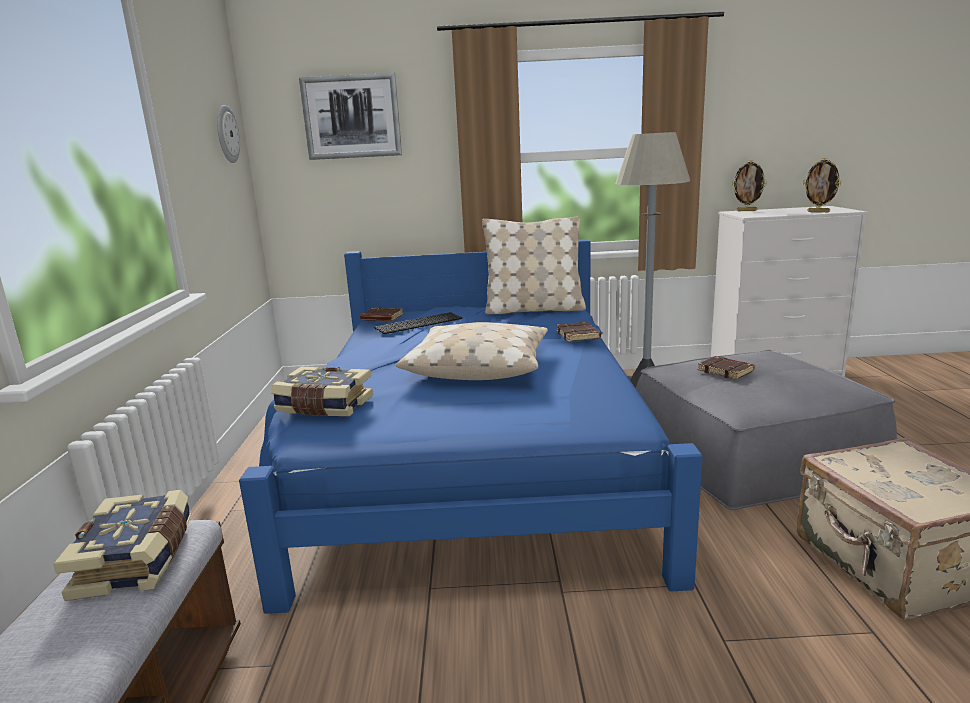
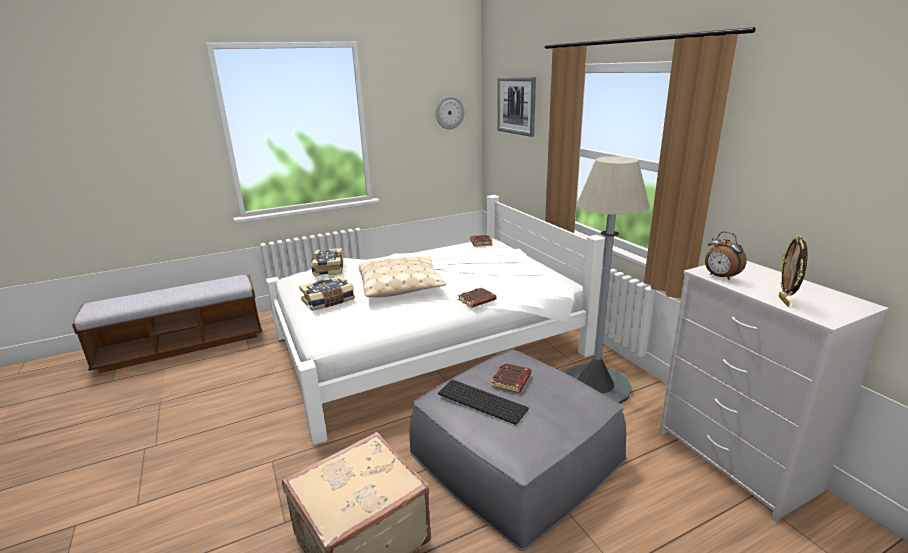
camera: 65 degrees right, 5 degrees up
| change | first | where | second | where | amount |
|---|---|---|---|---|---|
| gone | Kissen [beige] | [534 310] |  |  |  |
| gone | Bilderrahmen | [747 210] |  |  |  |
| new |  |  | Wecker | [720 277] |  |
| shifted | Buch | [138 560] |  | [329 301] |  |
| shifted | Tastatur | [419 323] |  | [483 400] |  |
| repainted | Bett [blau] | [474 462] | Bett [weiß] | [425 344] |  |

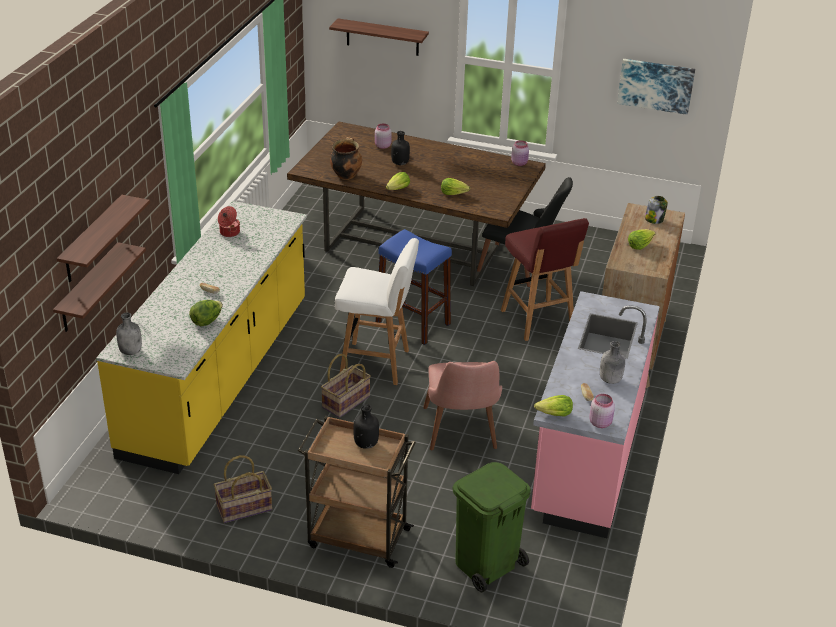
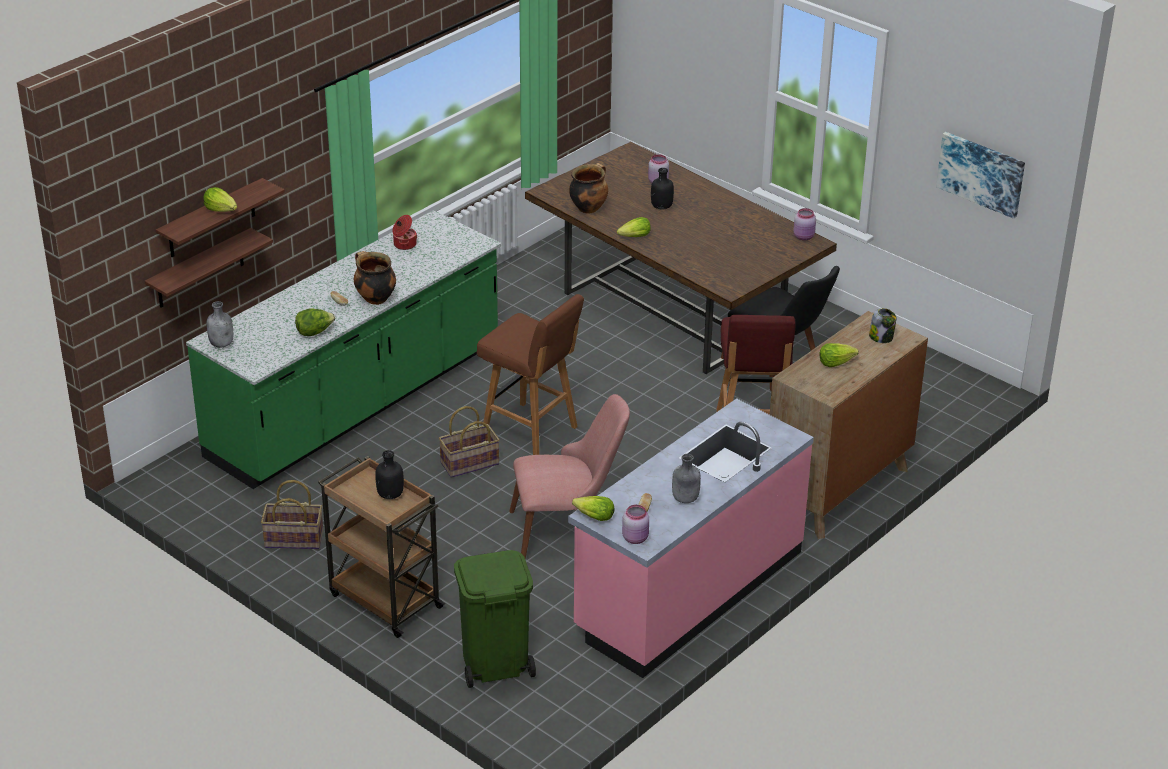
camera: 25 degrees right, 0 degrees up
| change | first | where | second | where | amount |
|---|---|---|---|---|---|
| gone | Wandregal | [382 37] |  |  |  |
| gone | Hocker [blau] | [413 323] |  |  |  |
| new |  |  | Kochtopf | [374 298] |  |
| shifted | Salatkopf | [453 193] |  | [221 210] |  |
| repainted | Küchenzeile [gelb] | [219 377] | Küchenzeile [grün] | [356 403] |  |
| repainted | Hocker [weiß] | [376 364] | Hocker [braun] | [531 432] |  |
| rotated | Stuhl [rosa] | [462 435] |  | [568 531] | 120 degrees counterclockwise |

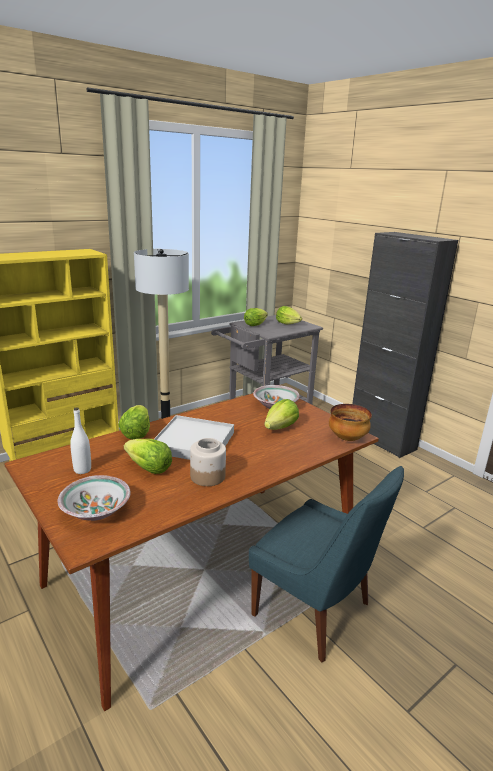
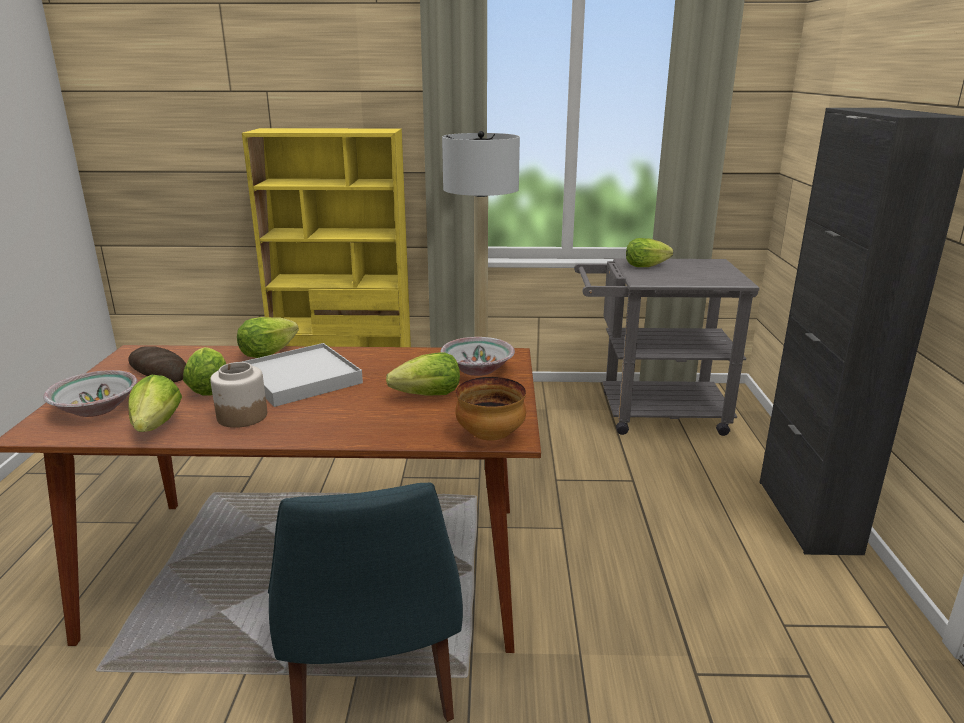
camera: 40 degrees right, 0 degrees up
| change | first | where | second | where | amount |
|---|---|---|---|---|---|
| shifted | Salatkopf | [287 324] |  | [157 426] |  |
| swapped | Flasche [weiß] | [82 470] | Brot | [159 370] |  |

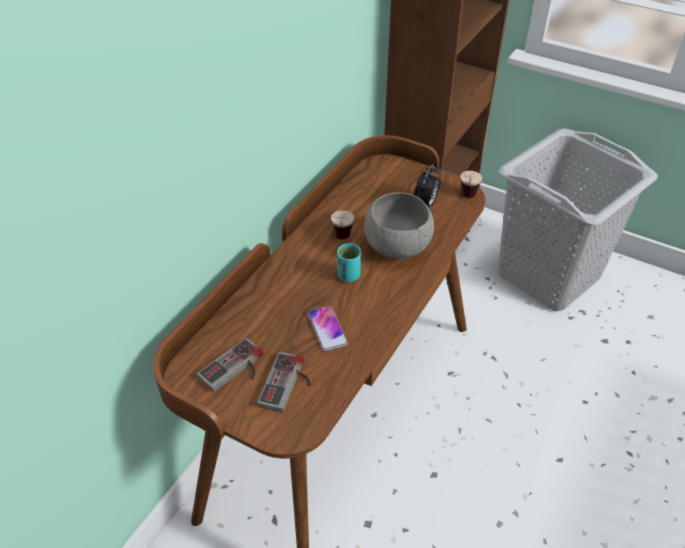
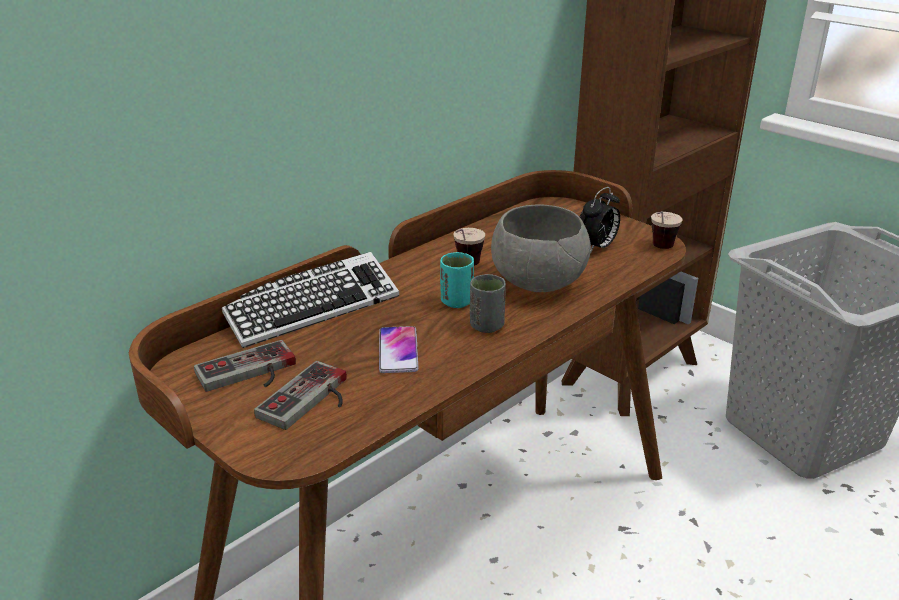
camera: 15 degrees right, 15 degrees down
| change | first | where | second | where | amount |
|---|---|---|---|---|---|
| new |  |  | Tastatur | [311 308] |  |
| new |  |  | Tasse [grau] | [486 326] |  |

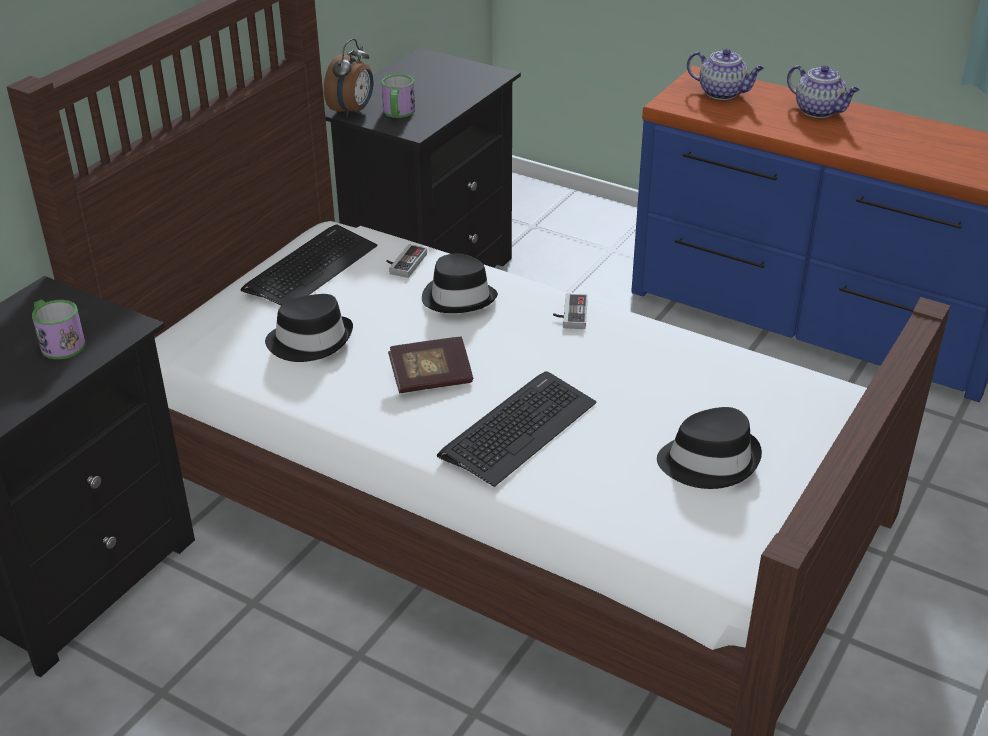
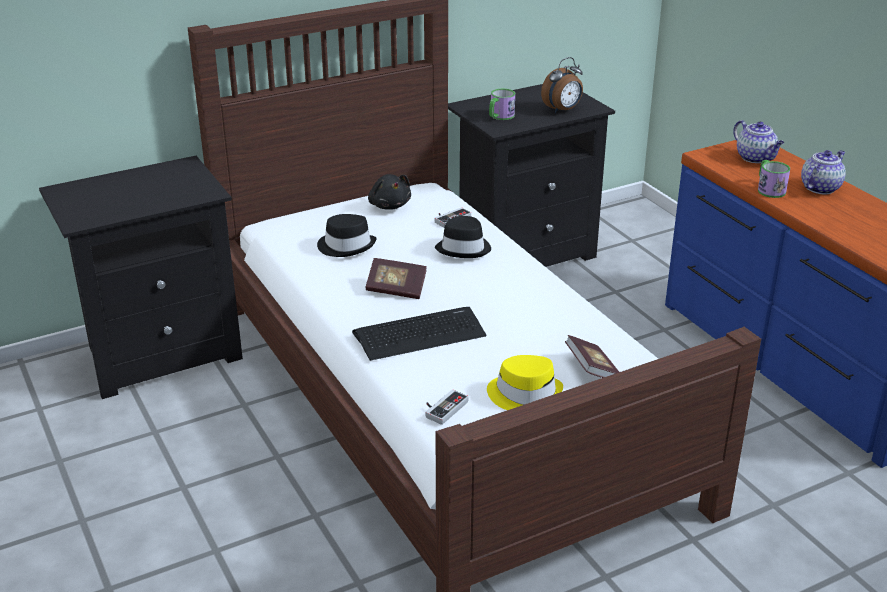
camera: 30 degrees right, 5 degrees down
| change | first | where | second | where | amount |
|---|---|---|---|---|---|
| new |  |  | Buch | [591 370] |  |
| shifted | Henkelbecher | [59 343] |  | [769 189] |  |
| shifted | Wecker | [353 111] |  | [562 110] |  |
| shifted | Gamepad | [570 314] |  | [443 408] |  |
| swapped | Tastatur | [311 268] | Plüschtier [schwarz] | [389 205] |  |
| repainted | Hut [schwarz] | [709 460] | Hut [gelb] | [525 394] |  |
| rotated | Teekanne | [819 111] |  | [820 188] | 120 degrees counterclockwise |

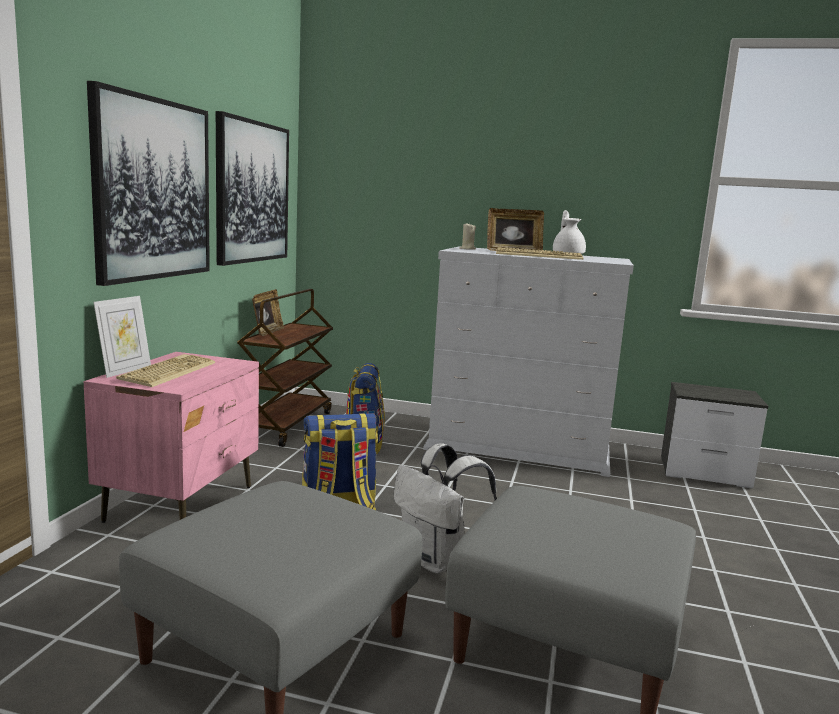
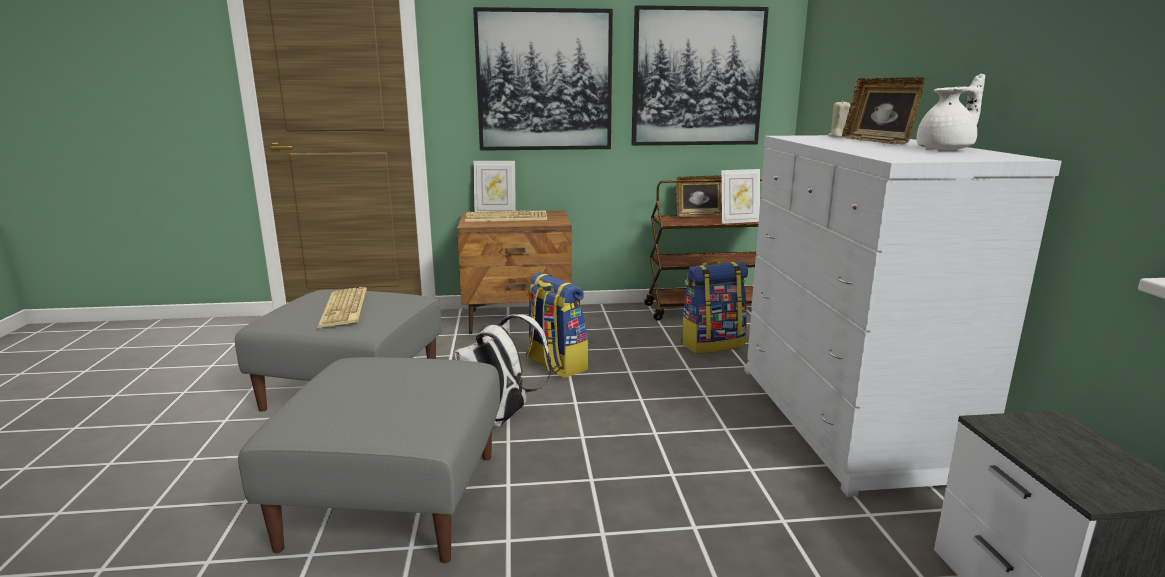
camera: 70 degrees right, 5 degrees up
| change | first | where | second | where | amount |
|---|---|---|---|---|---|
| new |  |  | Bilderrahmen | [739 221] |  |
| shifted | Tastatur | [539 255] |  | [346 308] |  |
| repainted | Nachttisch [rosa] | [182 503] | Nachttisch [braun] | [518 320] |  |

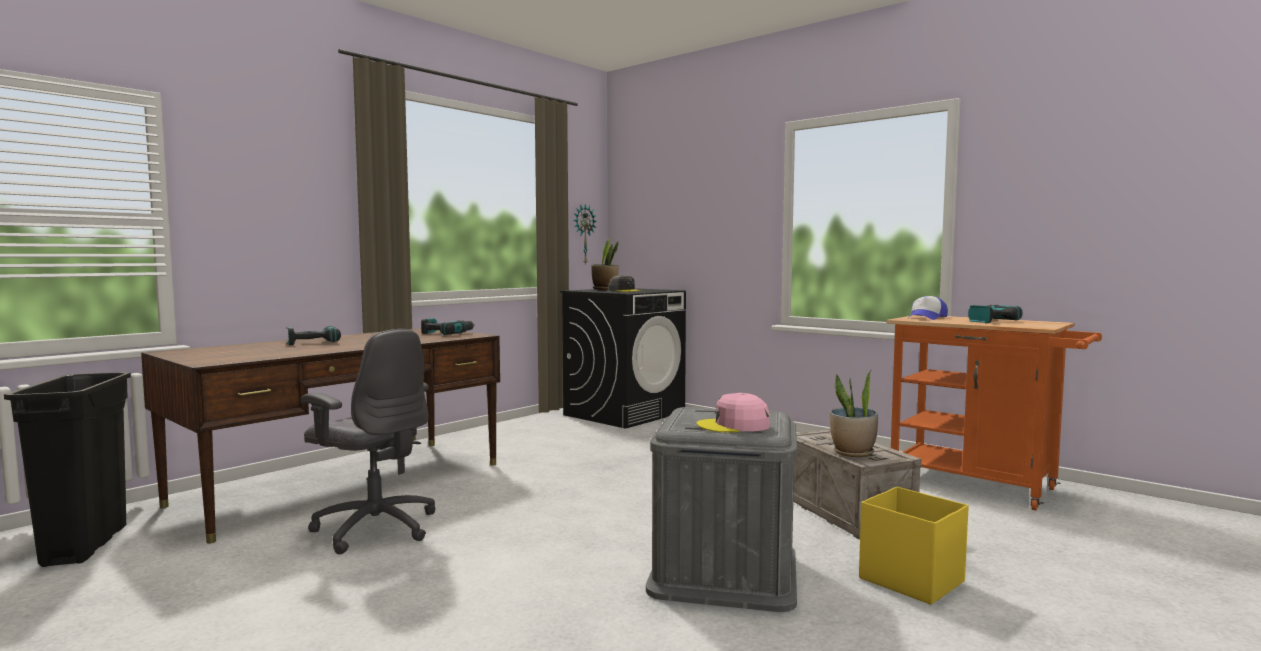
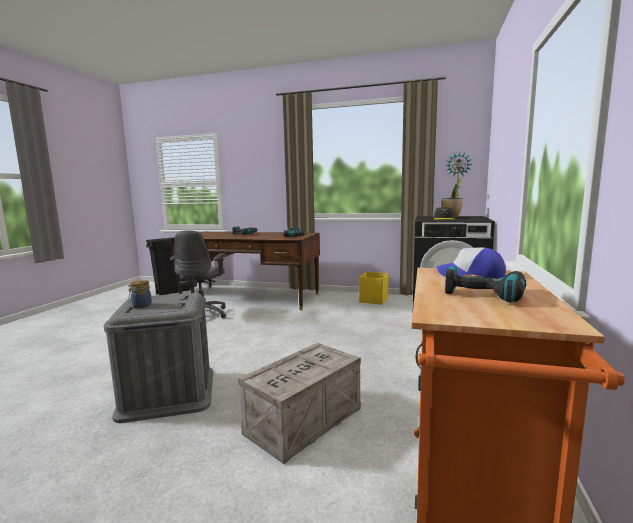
camera: 65 degrees right, 5 degrees up
| change | first | where | second | where | amount |
|---|---|---|---|---|---|
| gone | Topfpflanze | [853 453] |  |  |  |
| shifted | Aufbewahrungsbox [gelb] | [910 579] |  | [374 300] |  |
| swapped | Kappe [rosa] | [734 425] | Vorratsglas | [141 305] |  |

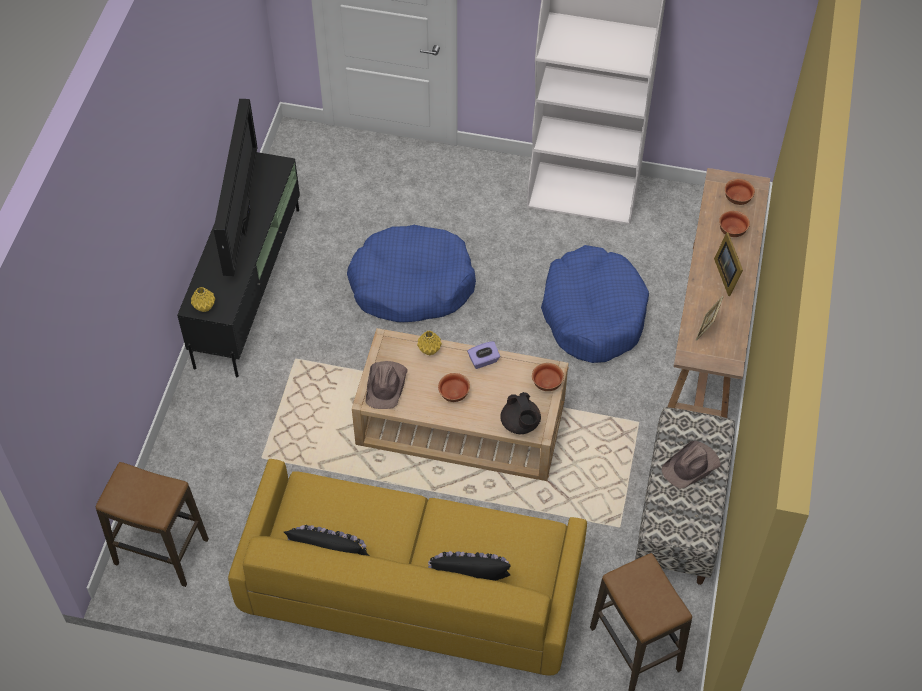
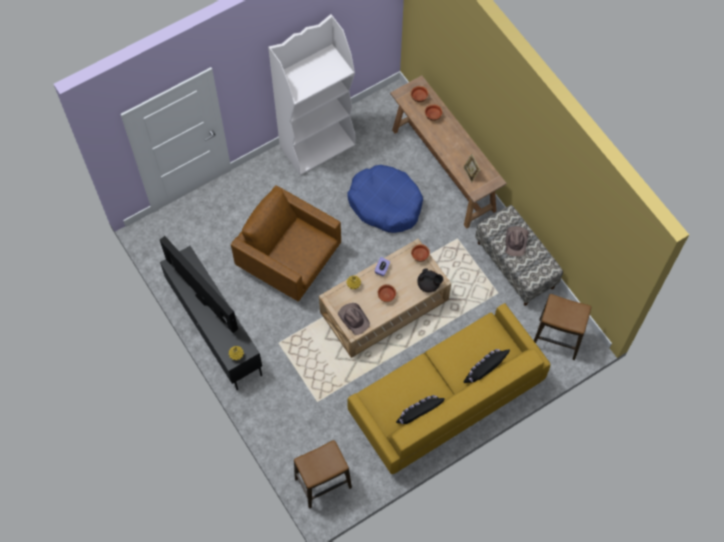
camera: 45 degrees left, 10 degrees up
| change | first | where | second | where | amount |
|---|---|---|---|---|---|
| gone | Bilderrahmen | [727 275] |  |  |  |
| swapped | Hundebett [blau] | [411 284] | Sessel [braun] | [290 260] |  |

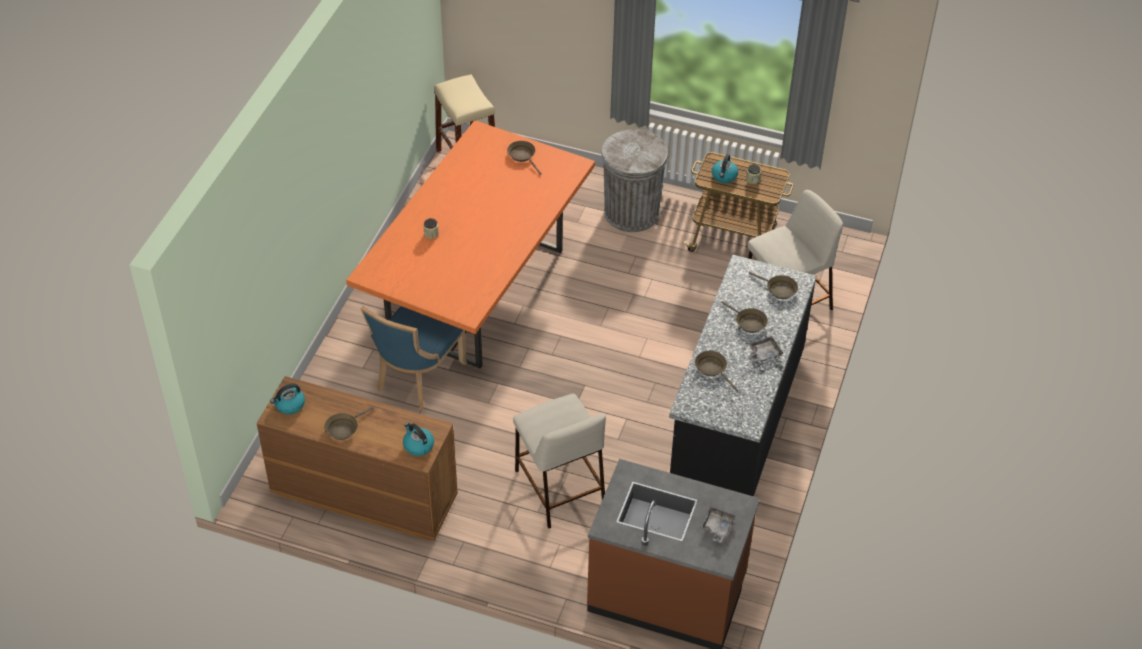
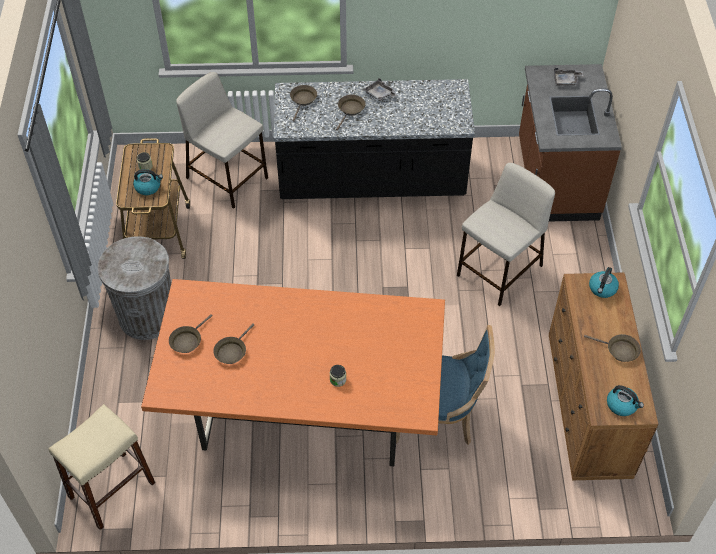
camera: 110 degrees left, 5 degrees up
| change | first | where | second | where | amount |
|---|---|---|---|---|---|
| shifted | Pfanne [braun] | [712 369] |  | [232 351] |  |

